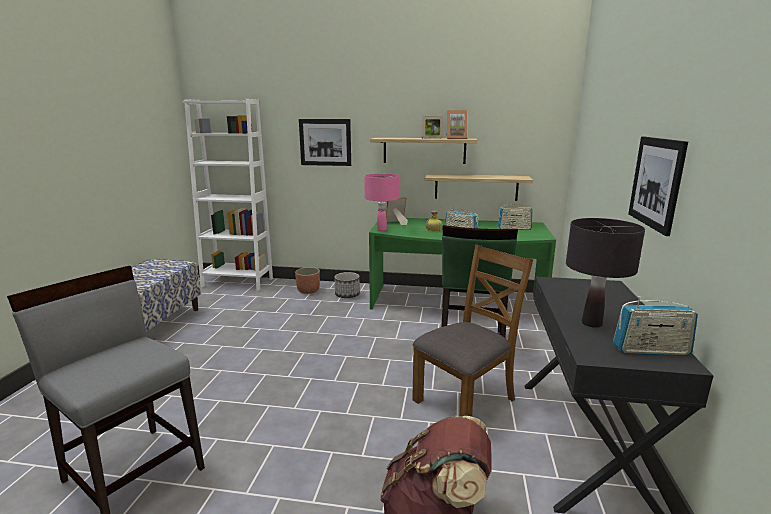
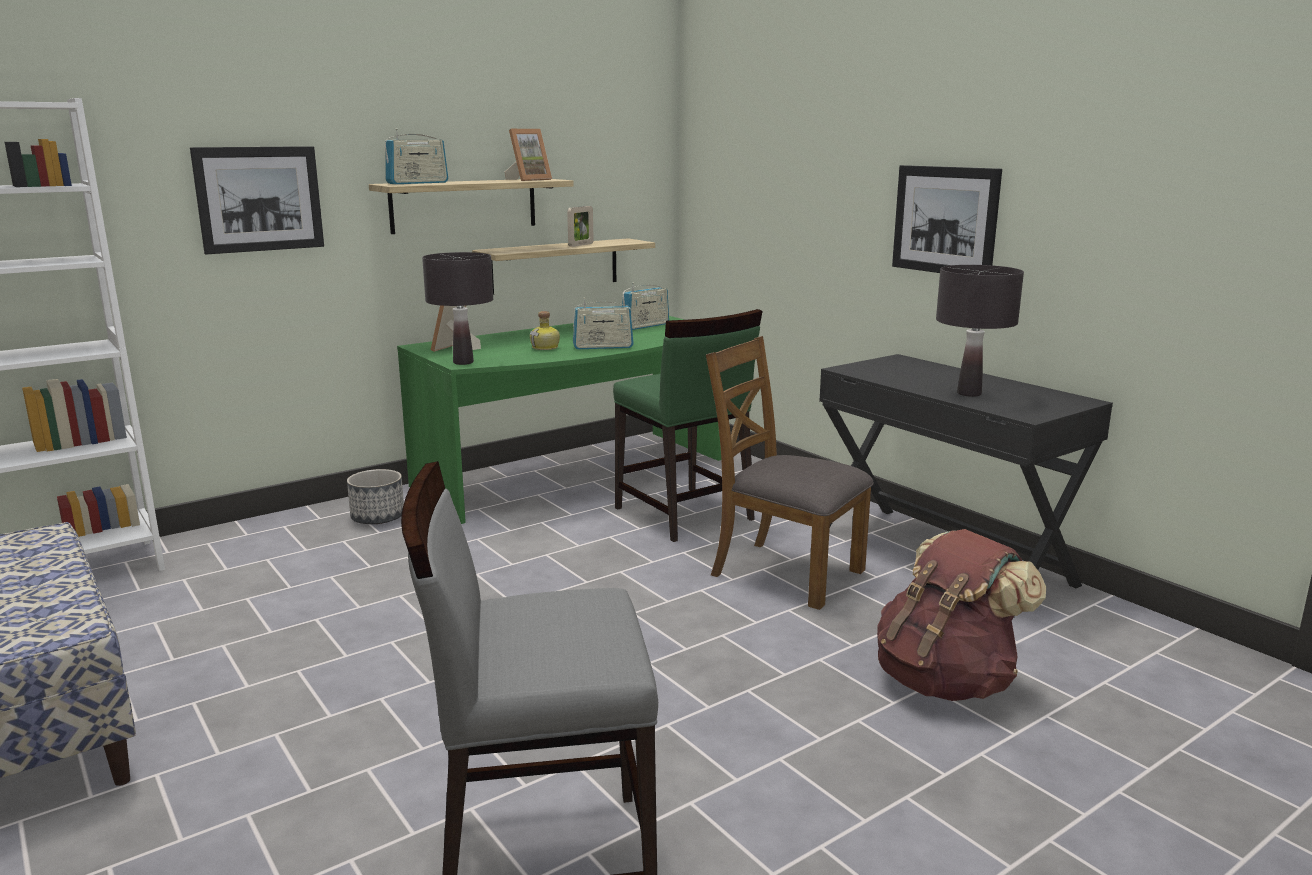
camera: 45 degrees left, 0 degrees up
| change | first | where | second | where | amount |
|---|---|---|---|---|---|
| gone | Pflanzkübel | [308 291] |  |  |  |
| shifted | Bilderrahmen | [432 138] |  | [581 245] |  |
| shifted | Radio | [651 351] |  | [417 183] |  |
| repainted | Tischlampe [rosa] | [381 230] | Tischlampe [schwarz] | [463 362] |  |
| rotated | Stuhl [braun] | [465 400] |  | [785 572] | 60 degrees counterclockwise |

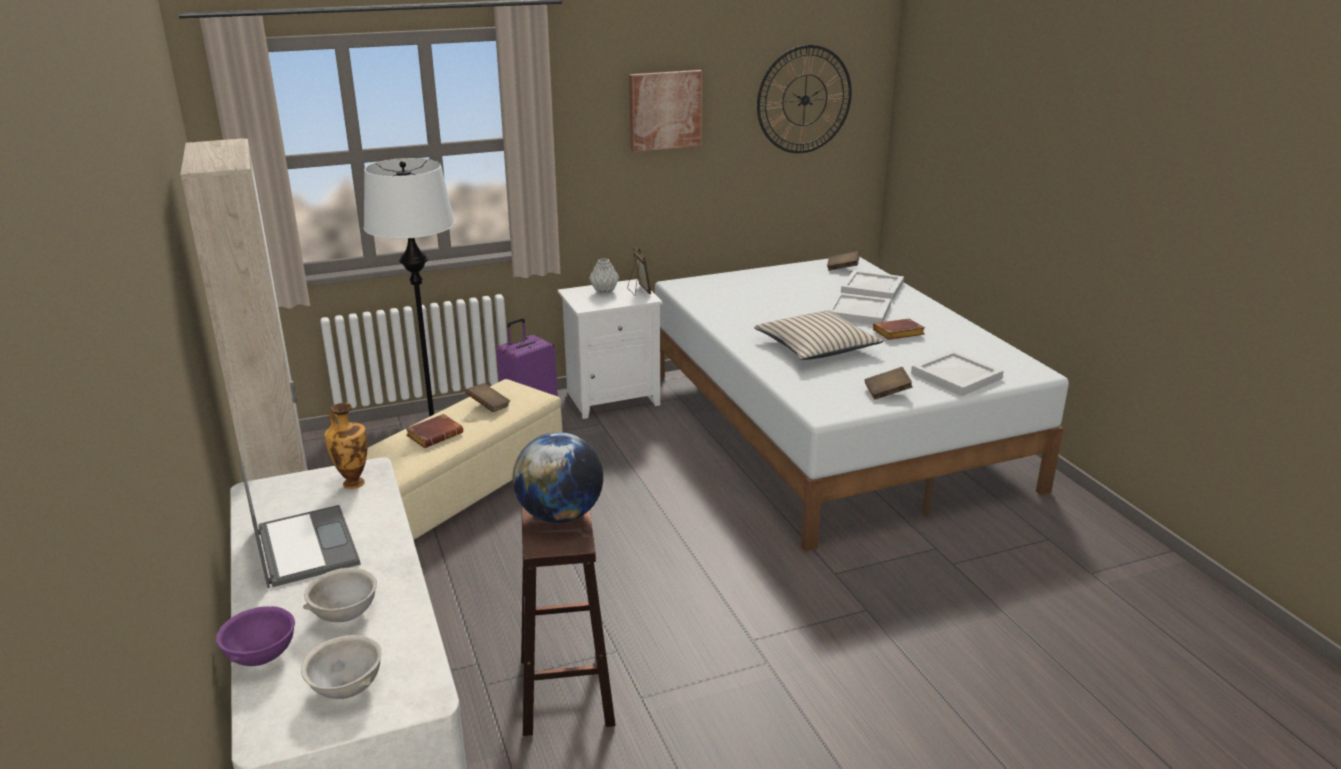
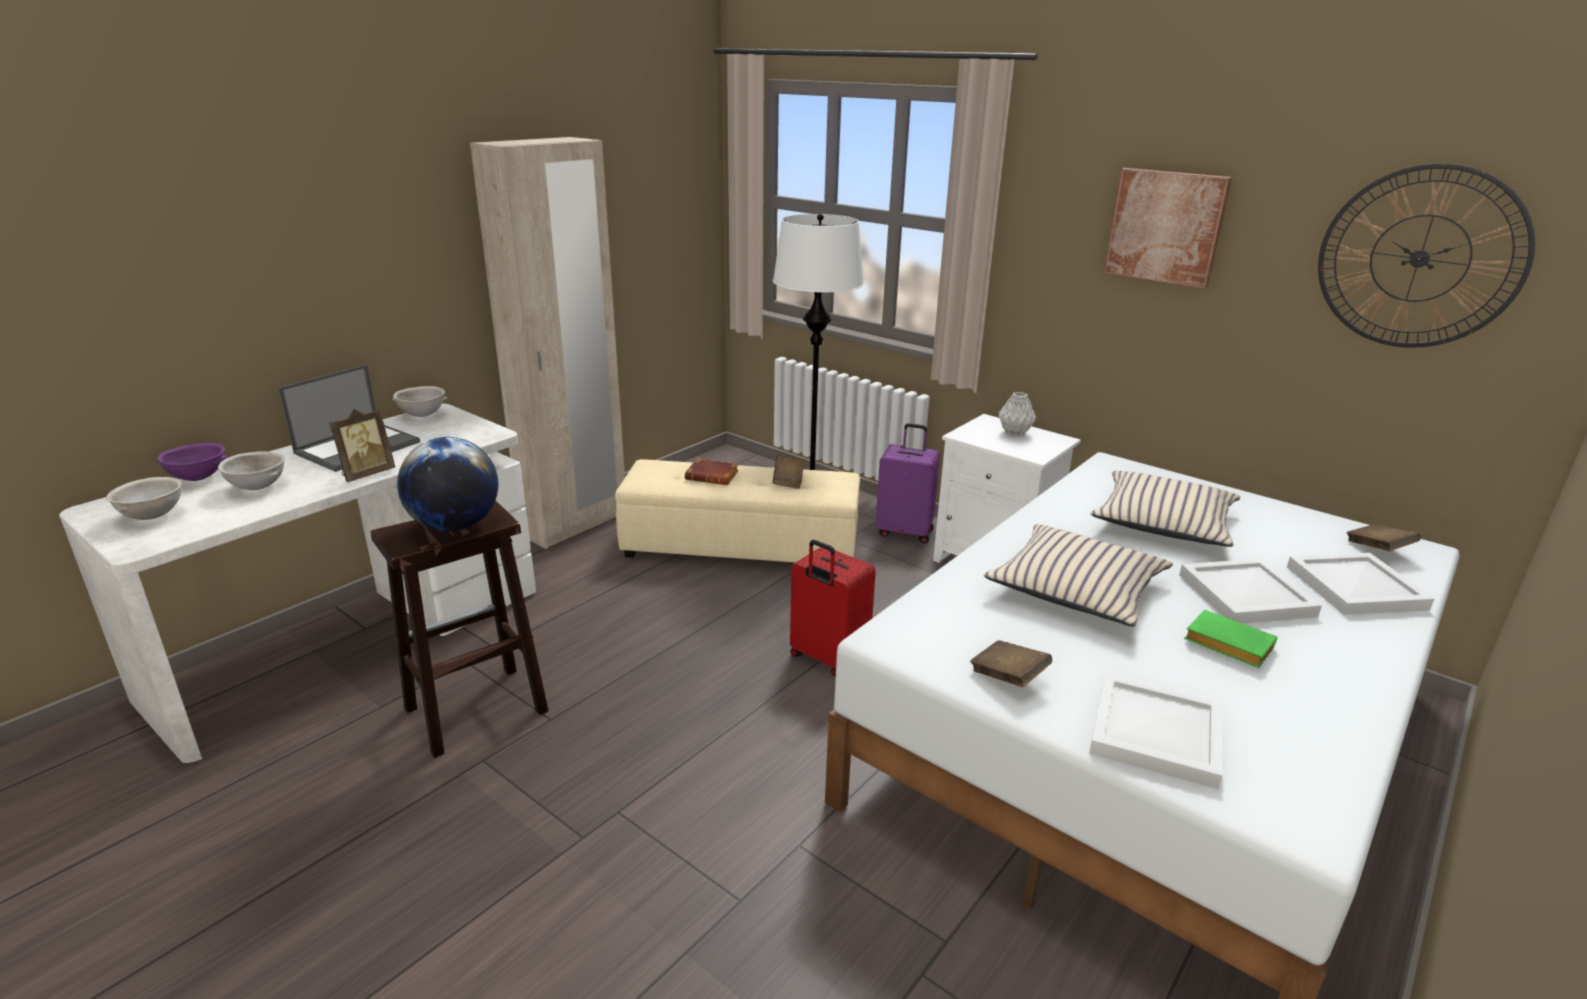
camera: 60 degrees right, 0 degrees up
| change | first | where | second | where | amount |
|---|---|---|---|---|---|
| gone | Vase | [353 482] |  |  |  |
| new |  |  | Schüssel [grau] | [422 415] |  |
| new |  |  | Koffer [rot] | [827 659] |  |
| new |  |  | Kissen [beige] | [1163 522] |  |
| shifted | Bilderrahmen | [638 291] |  | [366 474] |  |
| repainted | Buch [braun] | [897 334] | Buch [grün] | [1225 645] |  |

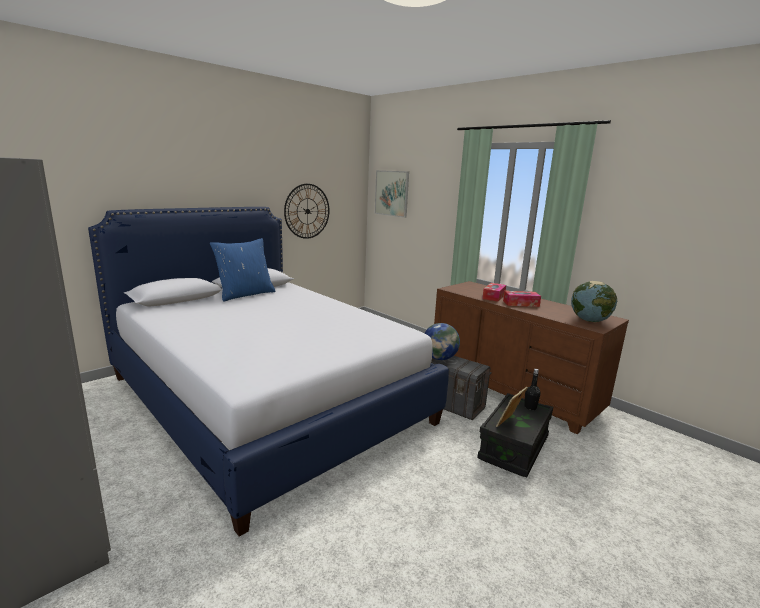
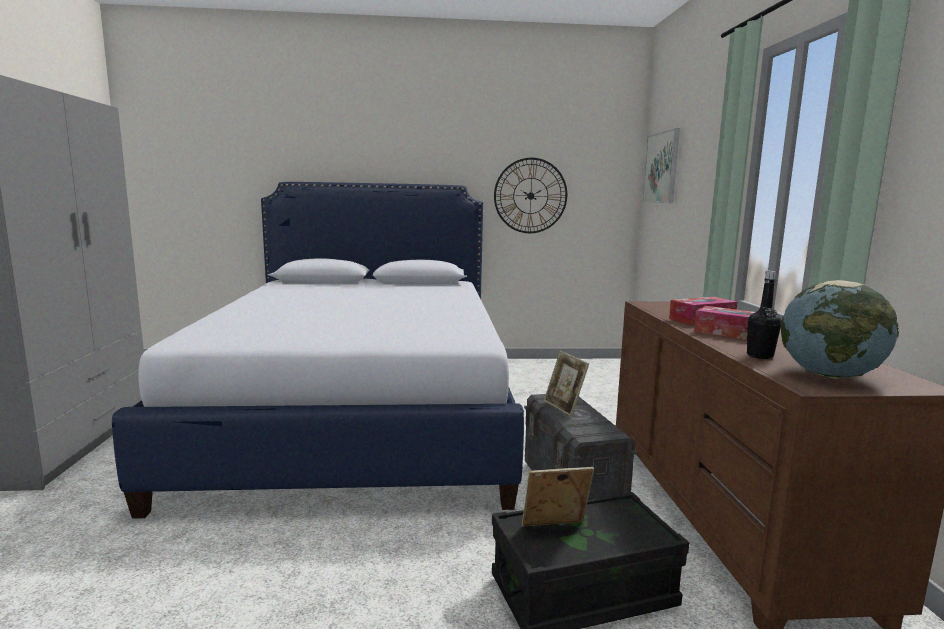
camera: 40 degrees right, 5 degrees down
| change | first | where | second | where | amount |
|---|---|---|---|---|---|
| gone | Kissen [blau] | [245 294] |  |  |  |
| shifted | Flasche [schwarz] | [530 407] |  | [760 356] |  |
| swapped | Globus | [439 358] | Bilderrahmen | [564 407] |  |

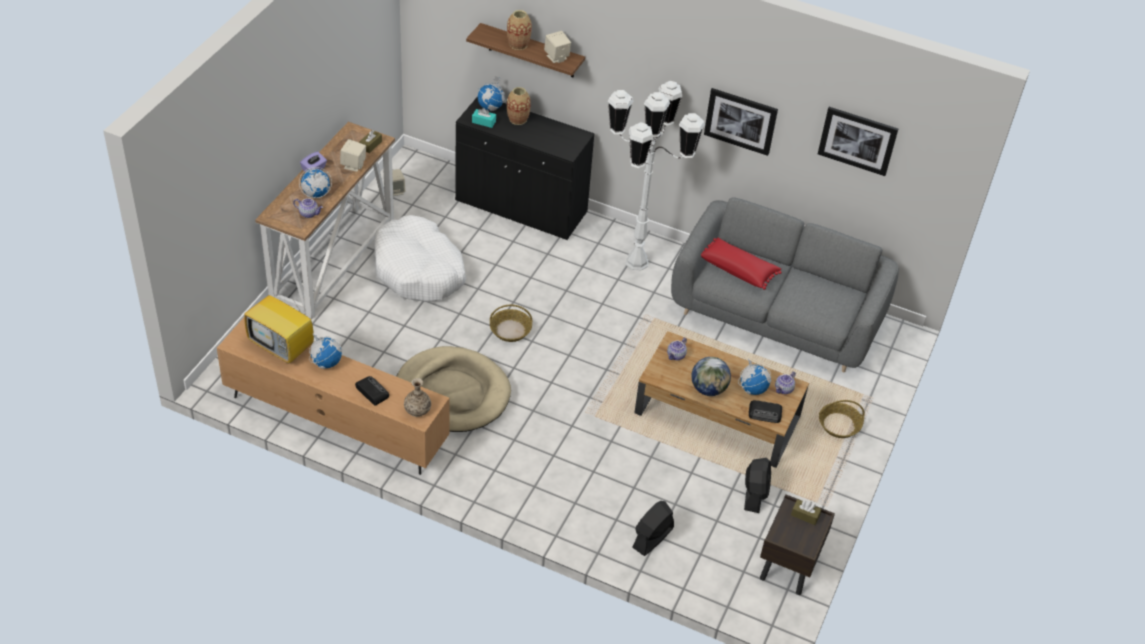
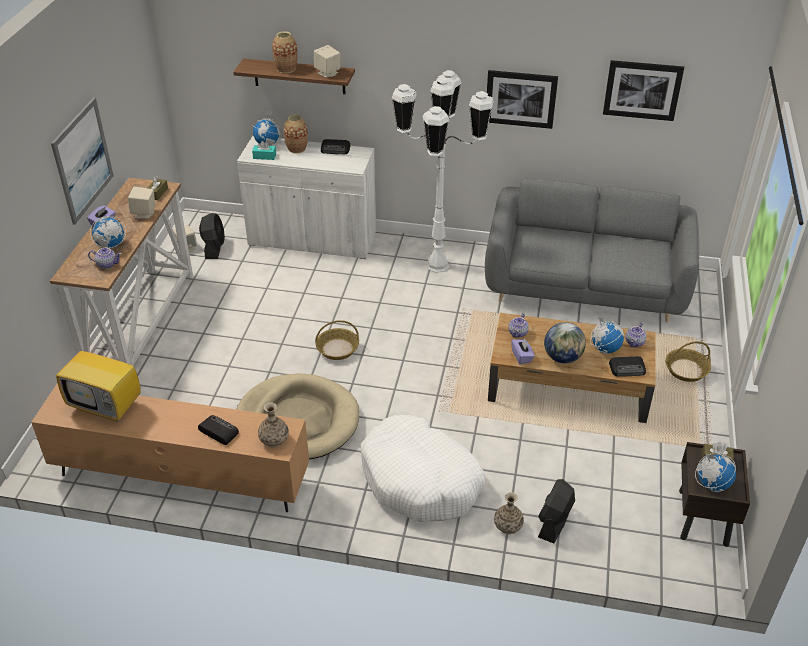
camera: 10 degrees left, 5 degrees down
| change | first | where | second | where | amount |
|---|---|---|---|---|---|
| gone | Kissen [rot] | [738 269] |  |  |  |
| new |  |  | Bild | [83 160] |  |
| new |  |  | Radio | [335 149] |  |
| new |  |  | Vase | [508 526] |  |
| new |  |  | Taschentuchbox [lila] | [522 356] |  |
| shifted | Globus | [326 363] |  | [712 484] |  |
| shifted | Hundebett [weiß] | [418 270] |  | [420 480] |  |
| shifted | Ventilator [schwarz] | [754 494] |  | [214 248] |  |
| repainted | Schrank [schwarz] | [521 207] | Schrank [weiß] | [312 240] |  |

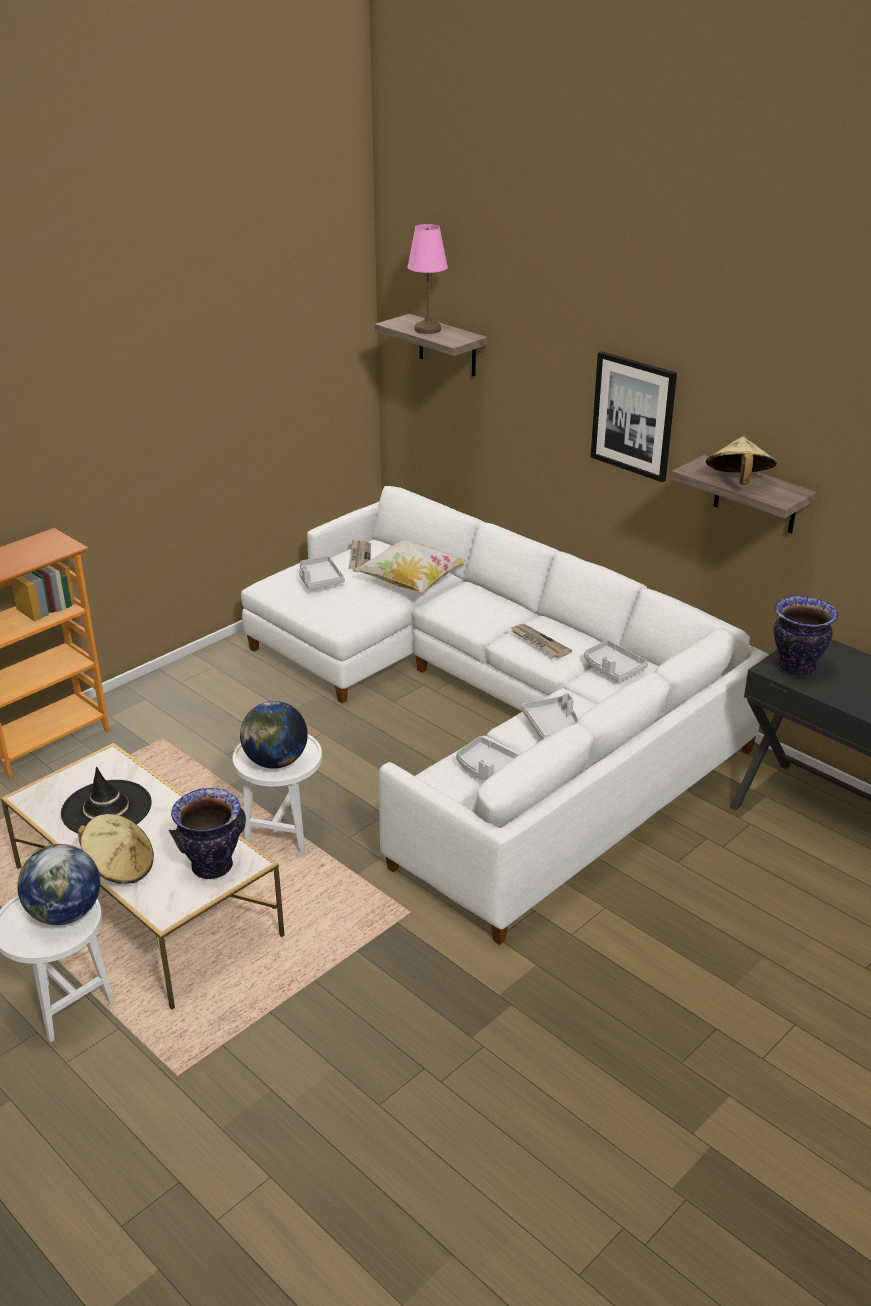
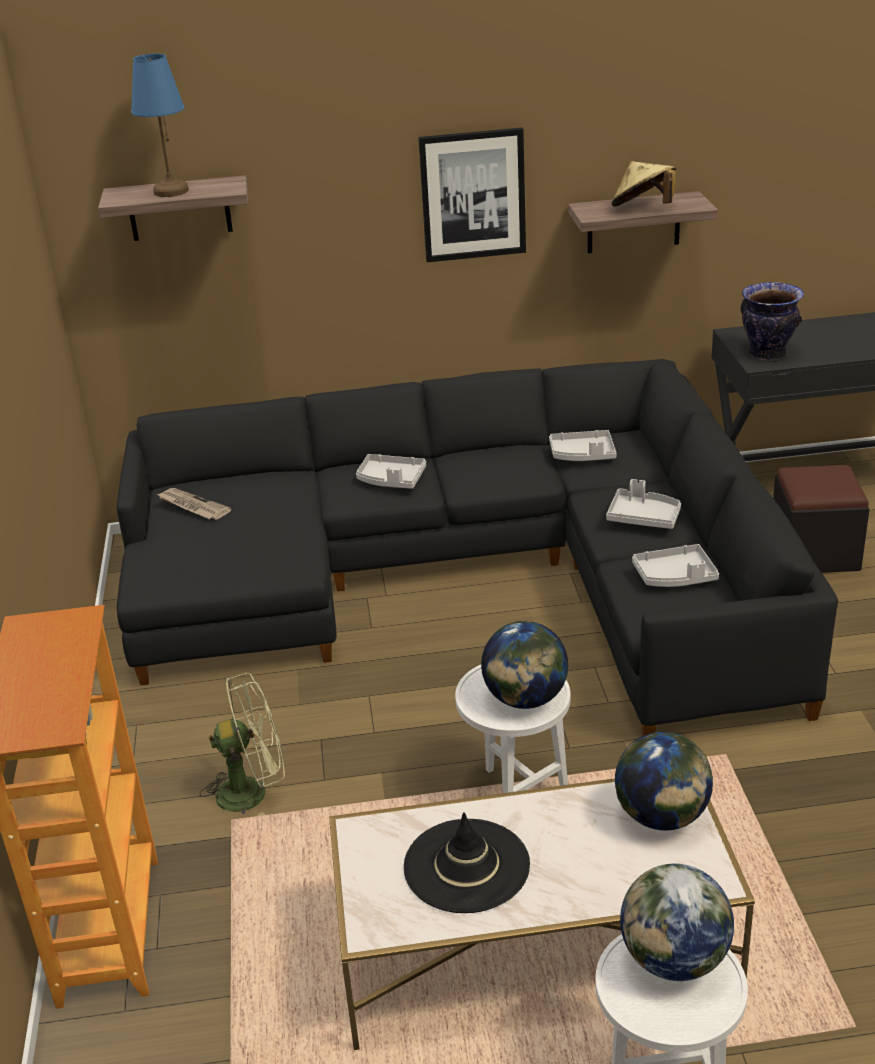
camera: 50 degrees left, 0 degrees up
| change | first | where | second | where | amount |
|---|---|---|---|---|---|
| gone | Hut [beige] | [120 867] |  |  |  |
| gone | Kissen | [412 583] |  |  |  |
| gone | Zeitung | [539 642] |  |  |  |
| new |  |  | Ventilator [grün] | [252 791] |  |
| new |  |  | Polsterhocker [schwarz] | [814 552] |  |
| shifted | Tablett [grau] | [319 579] |  | [391 480] |  |
| swapped | Vase | [212 867] | Globus | [662 817] |  |
| repainted | Sofa [weiß] | [491 715] | Sofa [schwarz] | [468 580] |  |
| repainted | Tischlampe [rosa] | [427 330] | Tischlampe [blau] | [171 191] |  |

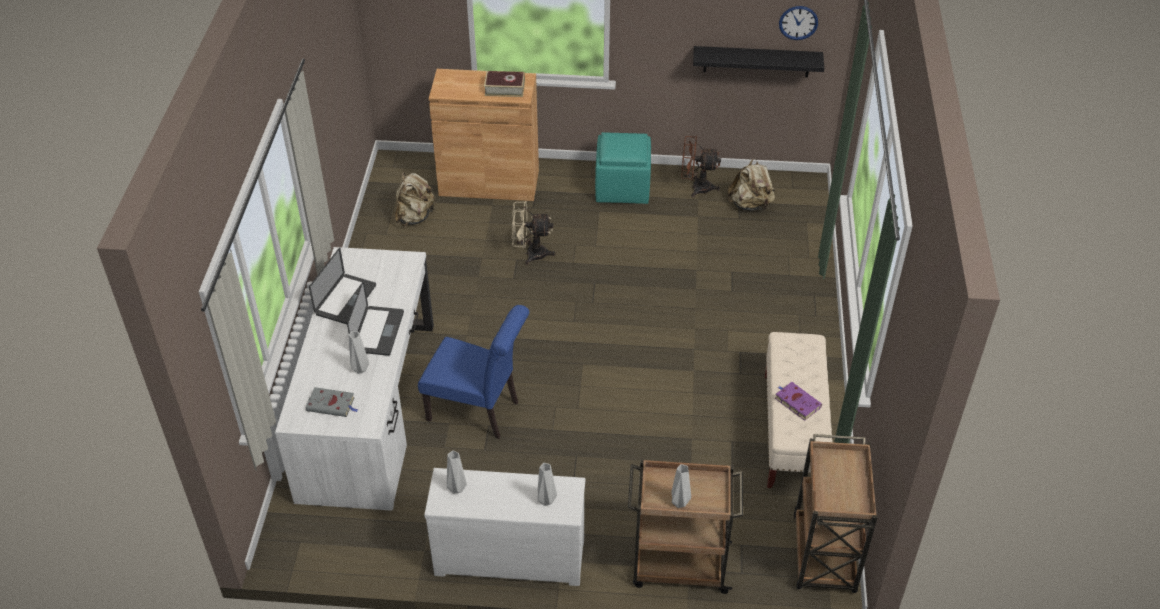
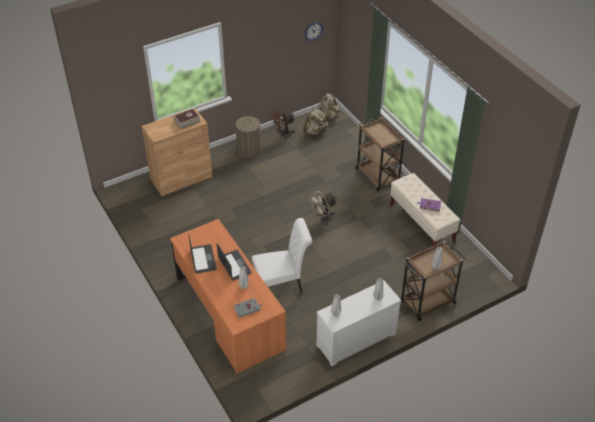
camera: 35 degrees left, 0 degrees up
| change | first | where | second | where | amount |
|---|---|---|---|---|---|
| gone | Wandregal [schwarz] | [756 61] |  |  |  |
| shifted | Rucksack [beige] | [414 217] |  | [329 116] |  |
| shifted | Ventilator [beige] | [530 254] |  | [323 218] |  |
| shifted | Rollwagen [braun] | [824 556] |  | [378 176] |  |
| swapped | Polsterhocker [türkis] | [623 187] | Wäschekorb | [249 150] |  |
| repainted | Schreibtisch [weiß] | [368 409] | Schreibtisch [orange] | [229 313] |  |
| repainted | Stuhl [blau] | [479 412] | Stuhl [weiß] | [282 286] |  |

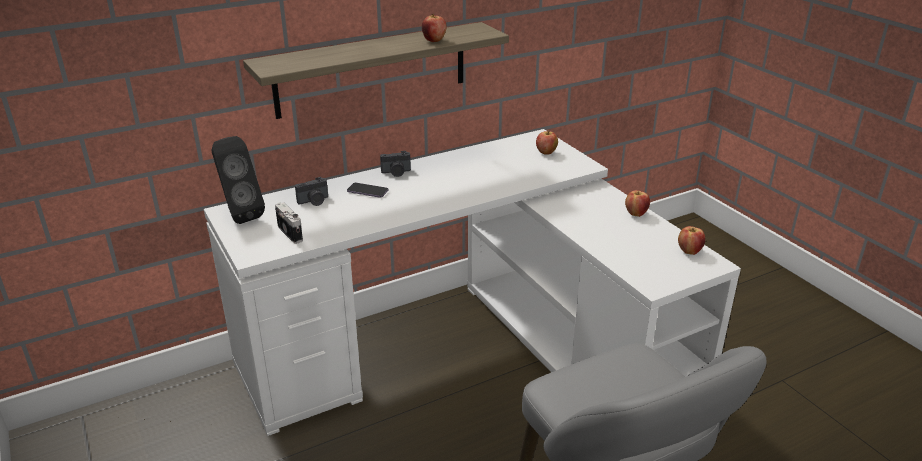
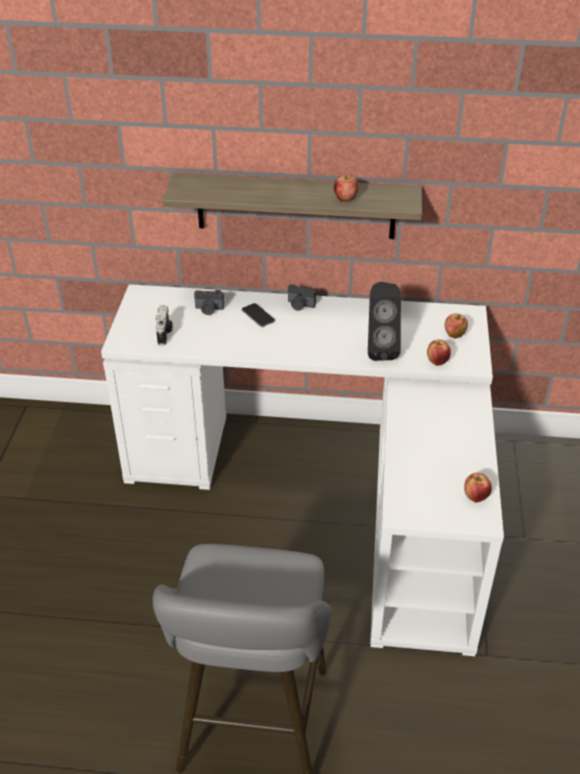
camera: 35 degrees right, 10 degrees up
| change | first | where | second | where | amount |
|---|---|---|---|---|---|
| shifted | Lautsprecher [schwarz] | [239 215] |  | [380 349] |  |
| shifted | Apfel | [636 214] |  | [437 362] |  |

